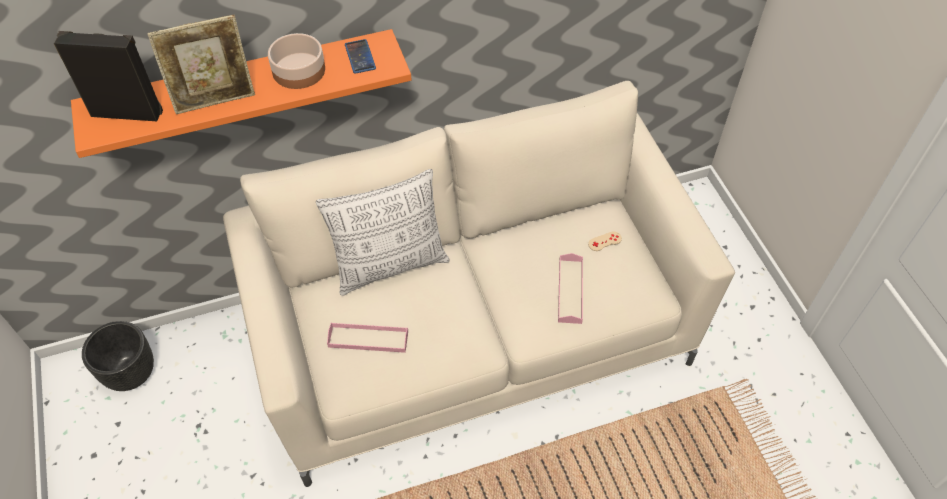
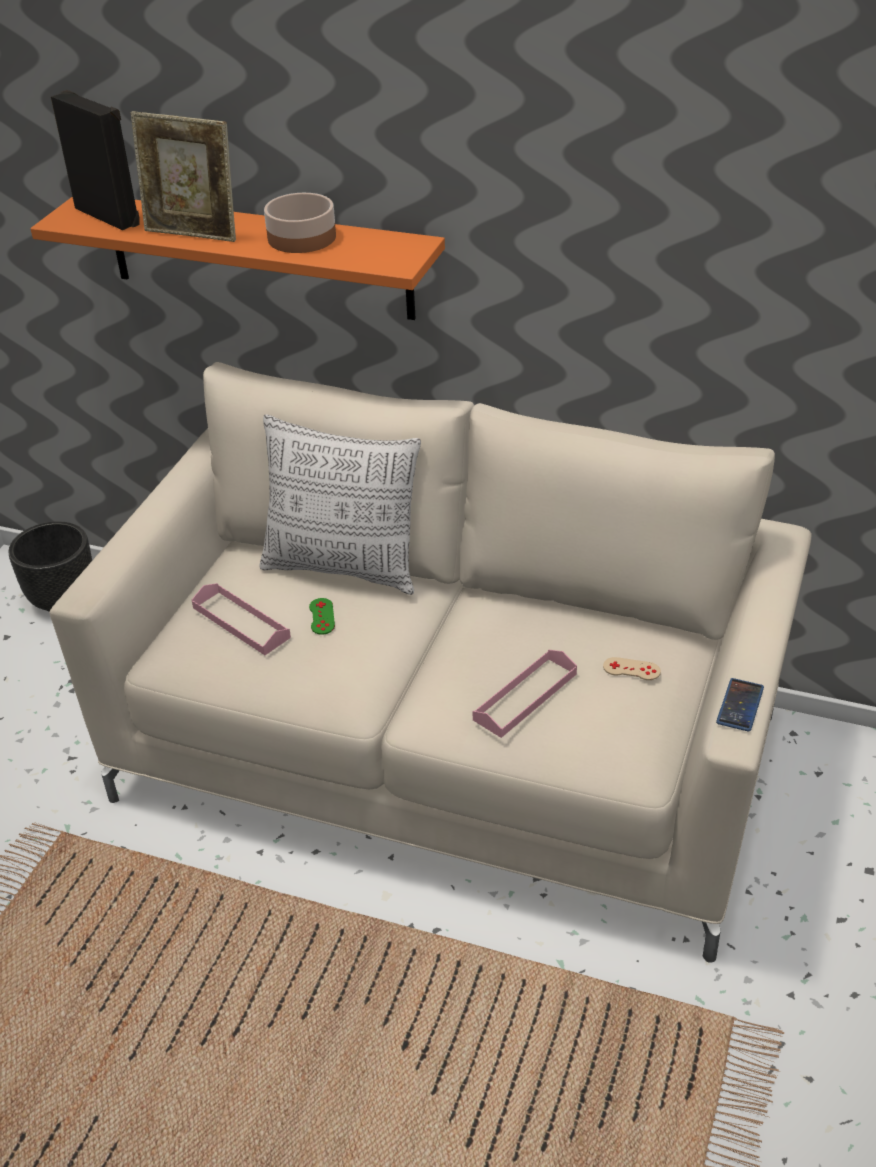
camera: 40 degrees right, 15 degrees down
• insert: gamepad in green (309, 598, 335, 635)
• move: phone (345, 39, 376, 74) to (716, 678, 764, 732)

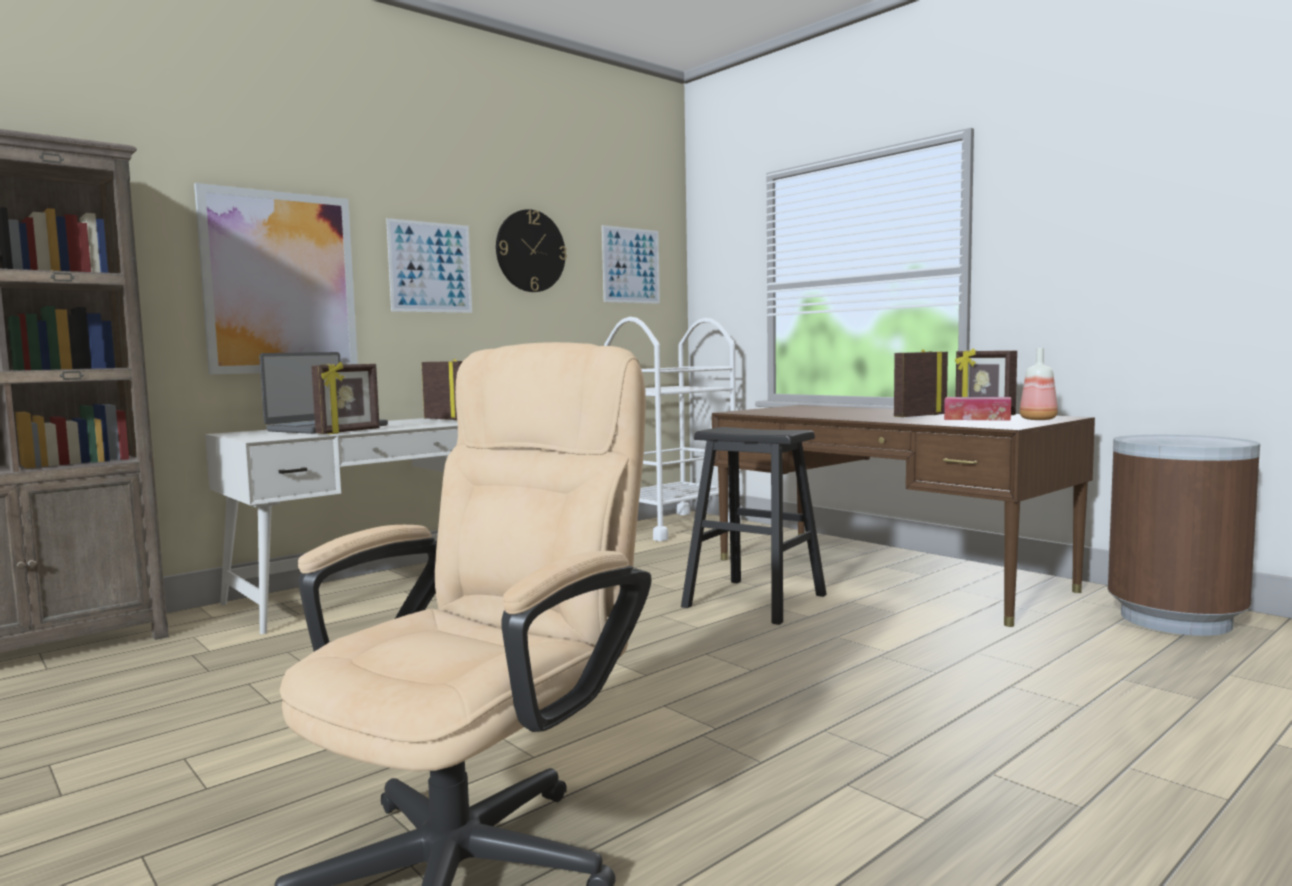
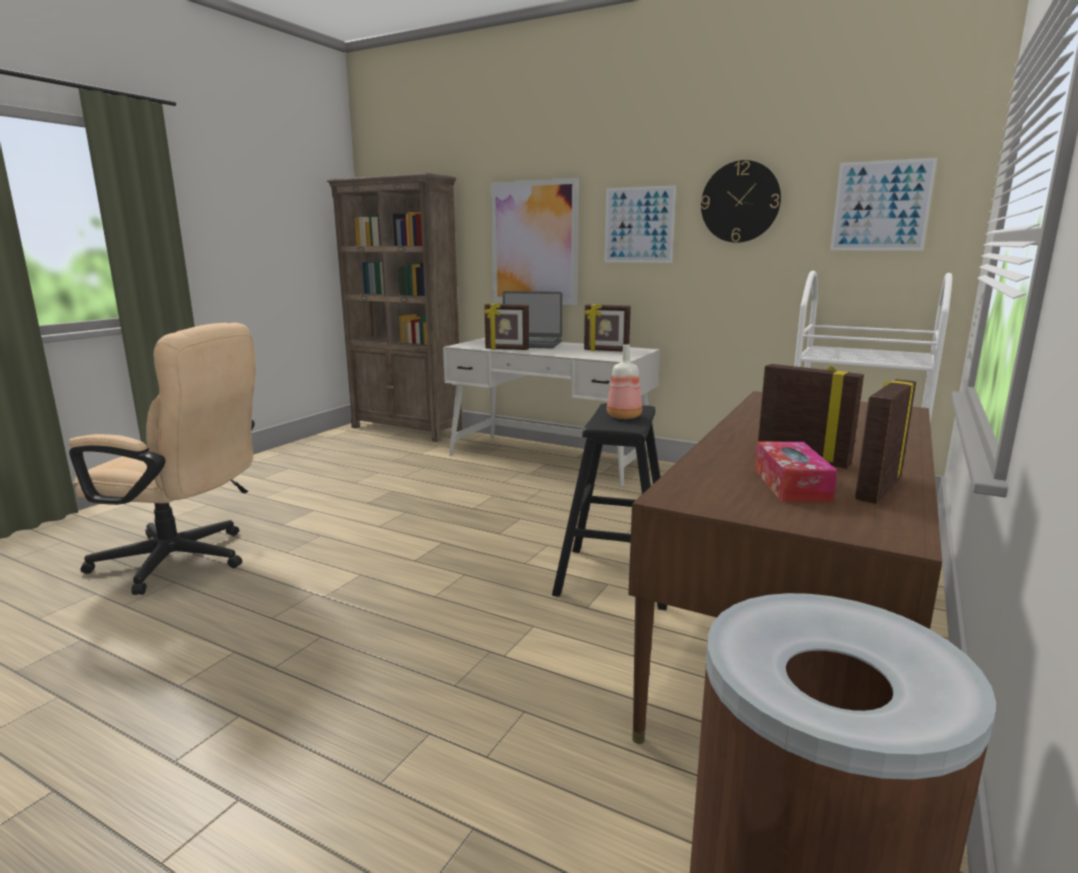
camera: 70 degrees right, 10 degrees up
• move: bottle (1020, 348, 1058, 420) to (607, 344, 642, 419)
• rotate: standing frame (421, 359, 463, 420) = (584, 304, 631, 351) 90 degrees clockwise

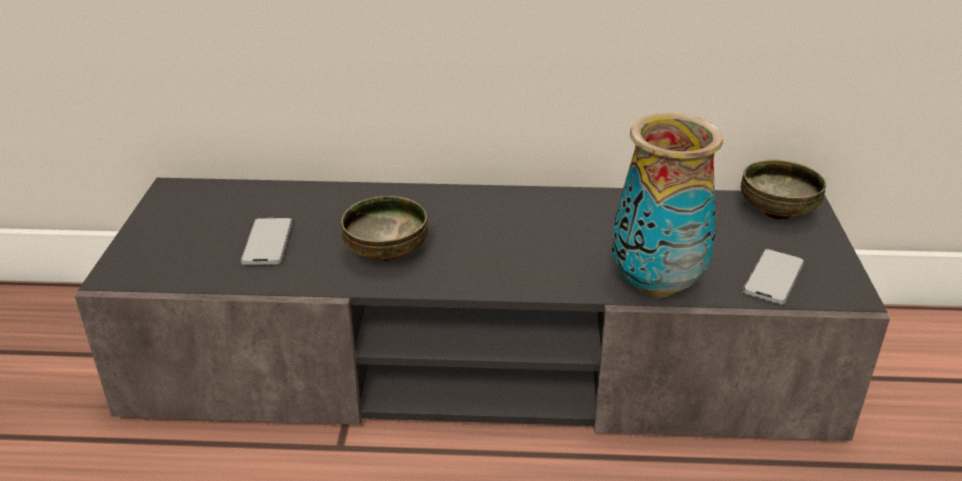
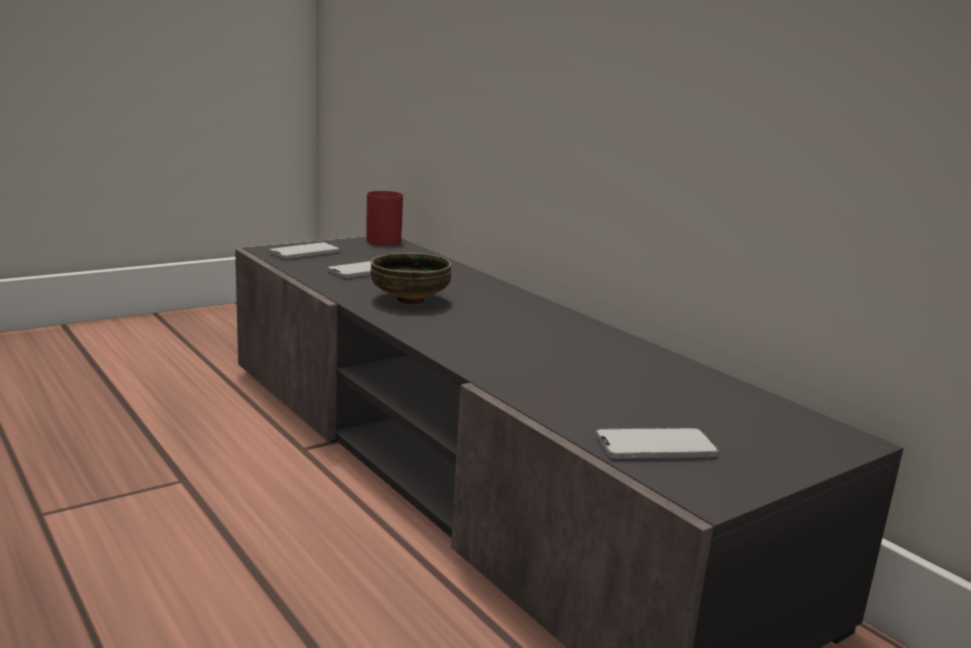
camera: 50 degrees right, 15 degrees down
• delete: flower vase (612, 113, 723, 298)
• delete: bowl (741, 160, 826, 219)
• insert: phone (269, 242, 340, 259)
• insert: tea mug in reddish (366, 191, 403, 246)

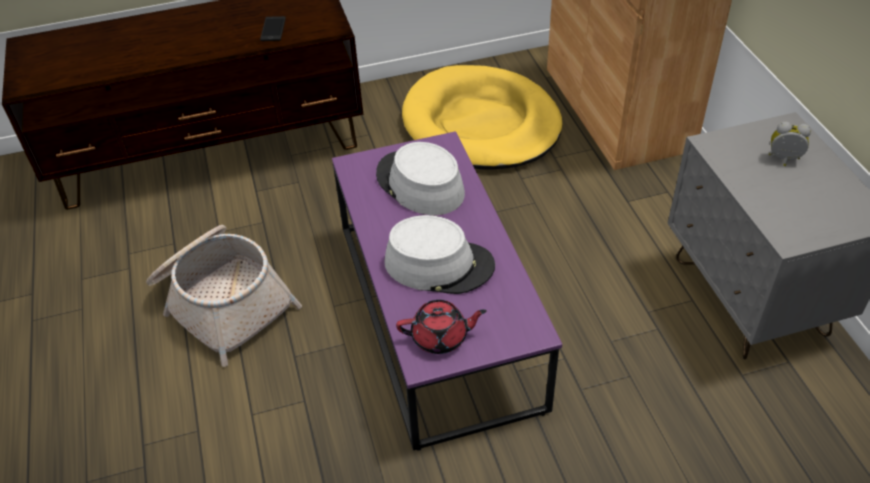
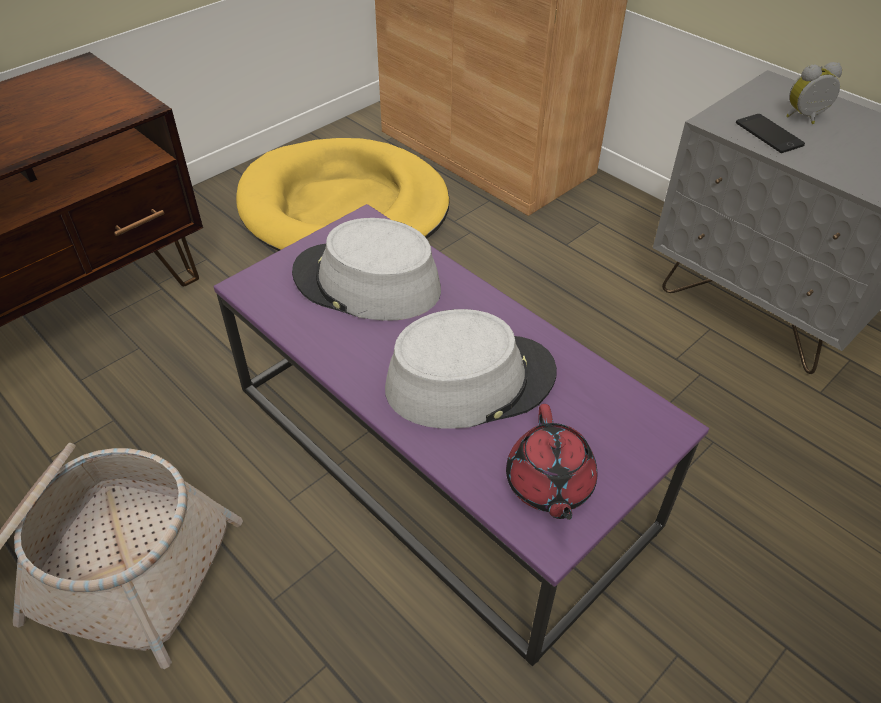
camera: 30 degrees left, 0 degrees up
• move: phone (260, 16, 286, 41) to (736, 114, 805, 153)
• rotate: teapot in reddish (396, 300, 487, 354) = (506, 404, 597, 520) 120 degrees clockwise

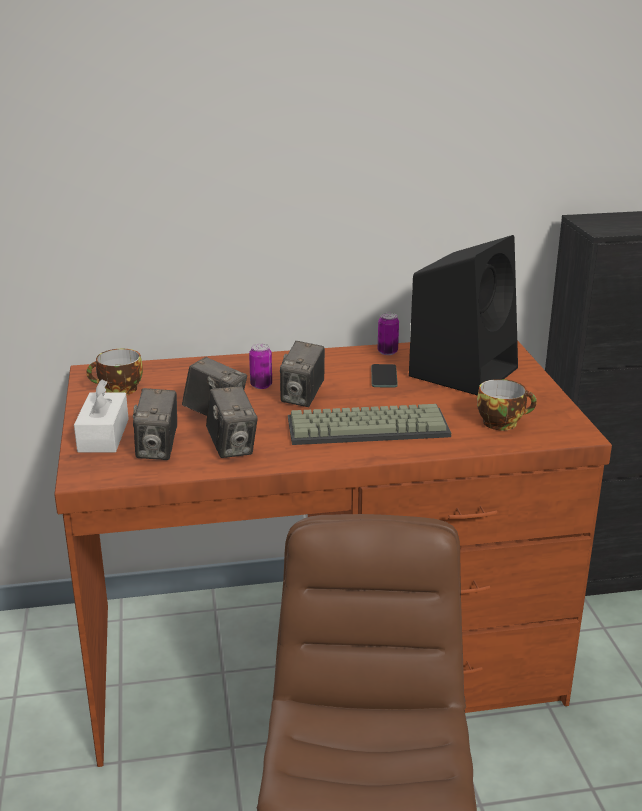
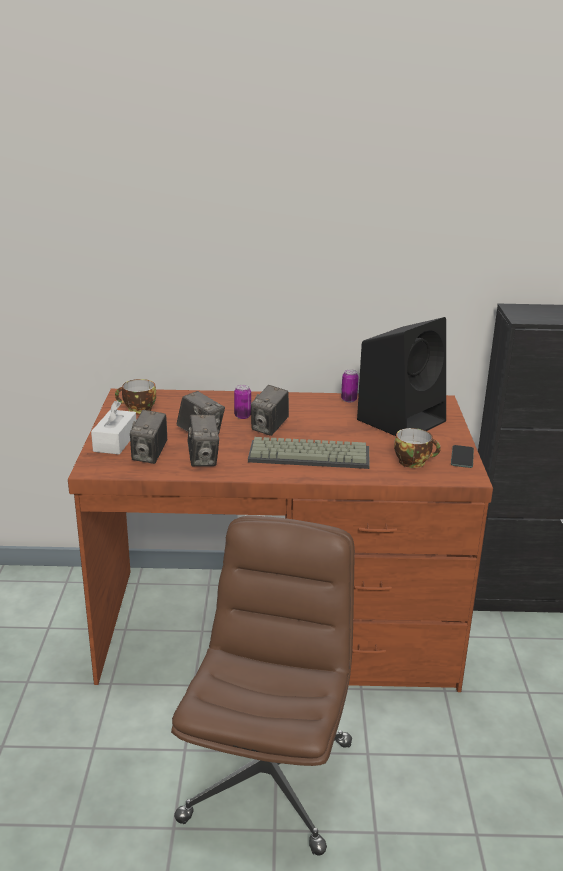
camera: 10 degrees right, 0 degrees up
• move: phone (371, 364, 398, 388) to (451, 445, 474, 468)

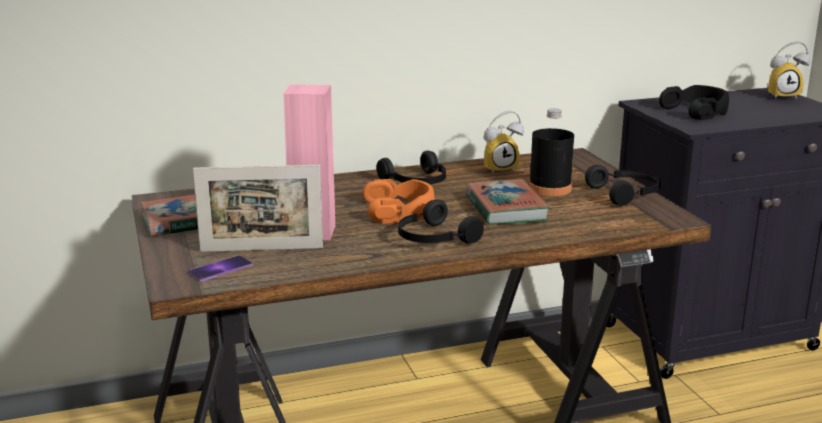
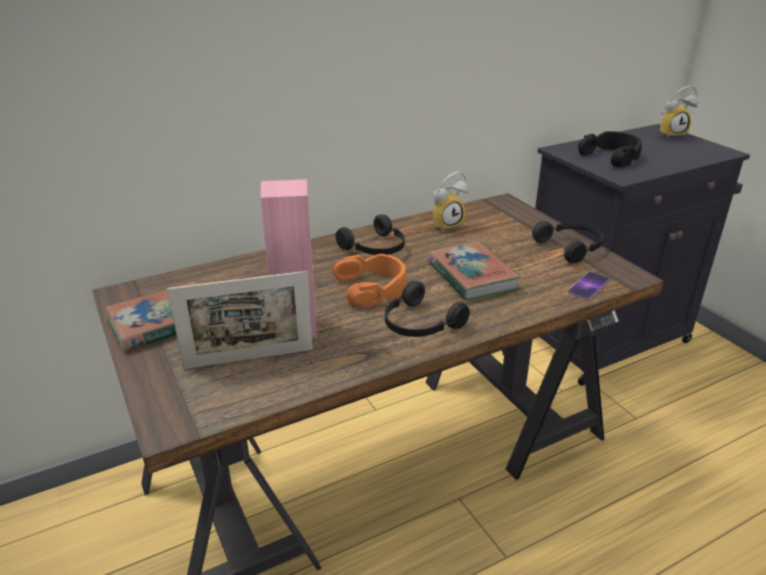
camera: 10 degrees left, 10 degrees up
• delete: bottle in blackish (529, 108, 574, 196)
• move: phone (188, 255, 253, 281) to (568, 272, 610, 300)

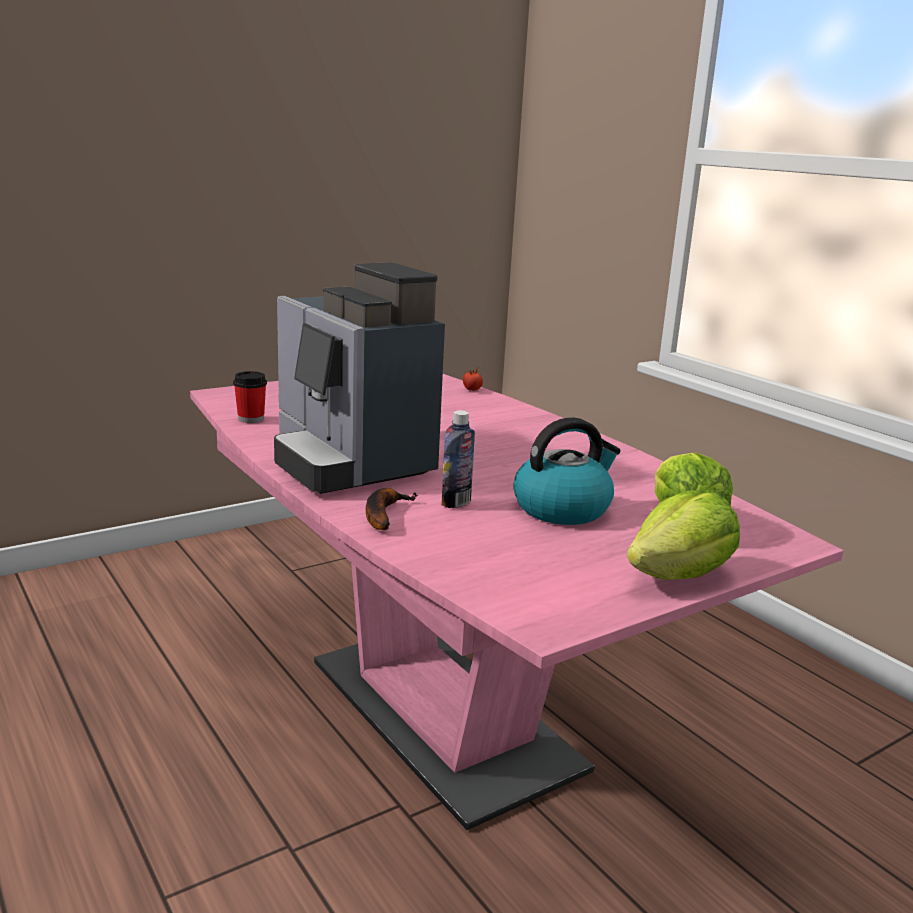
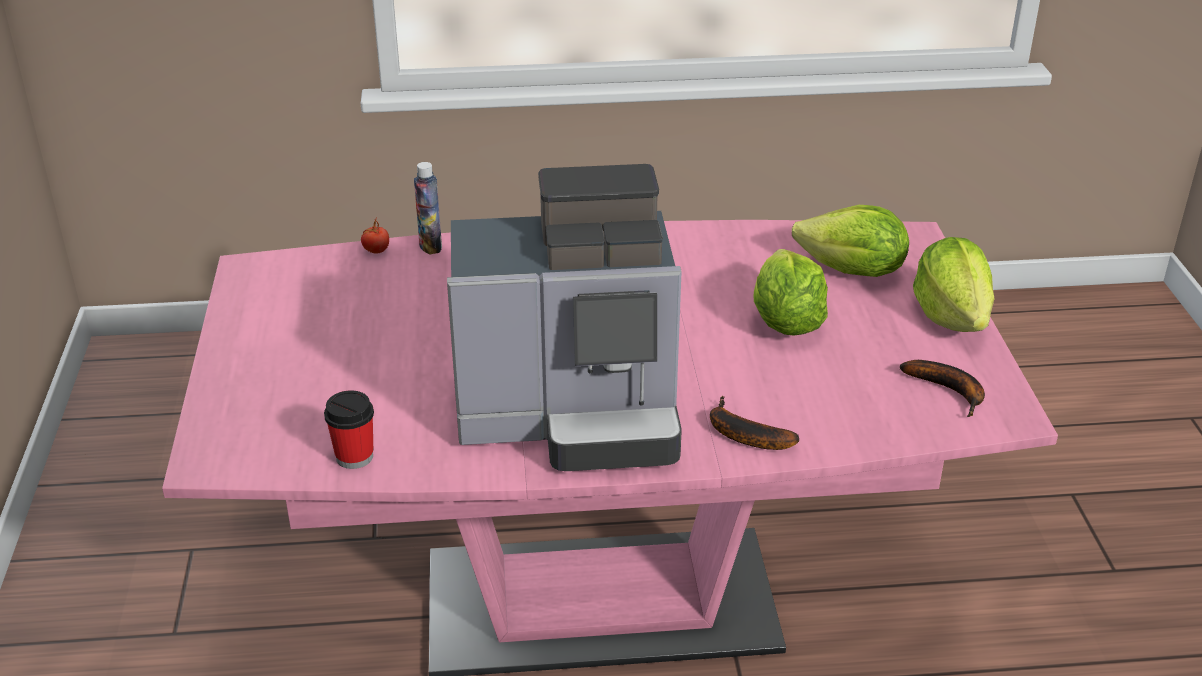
camera: 60 degrees left, 15 degrees up
• insert: banana fruit (900, 360, 985, 417)
• move: bottle (441, 410, 475, 508) to (414, 162, 442, 254)
• replace: kettle (513, 417, 621, 525) to head of lettuce (754, 249, 828, 336)

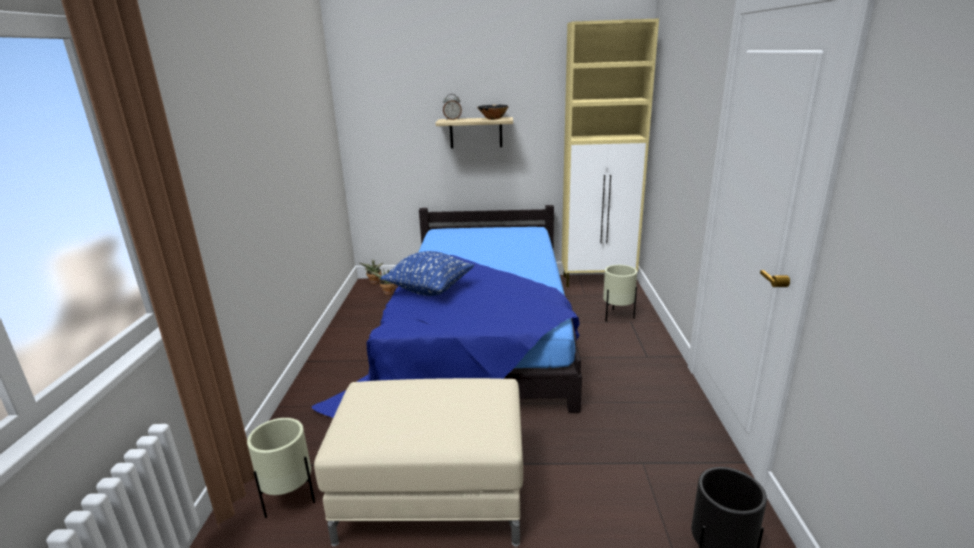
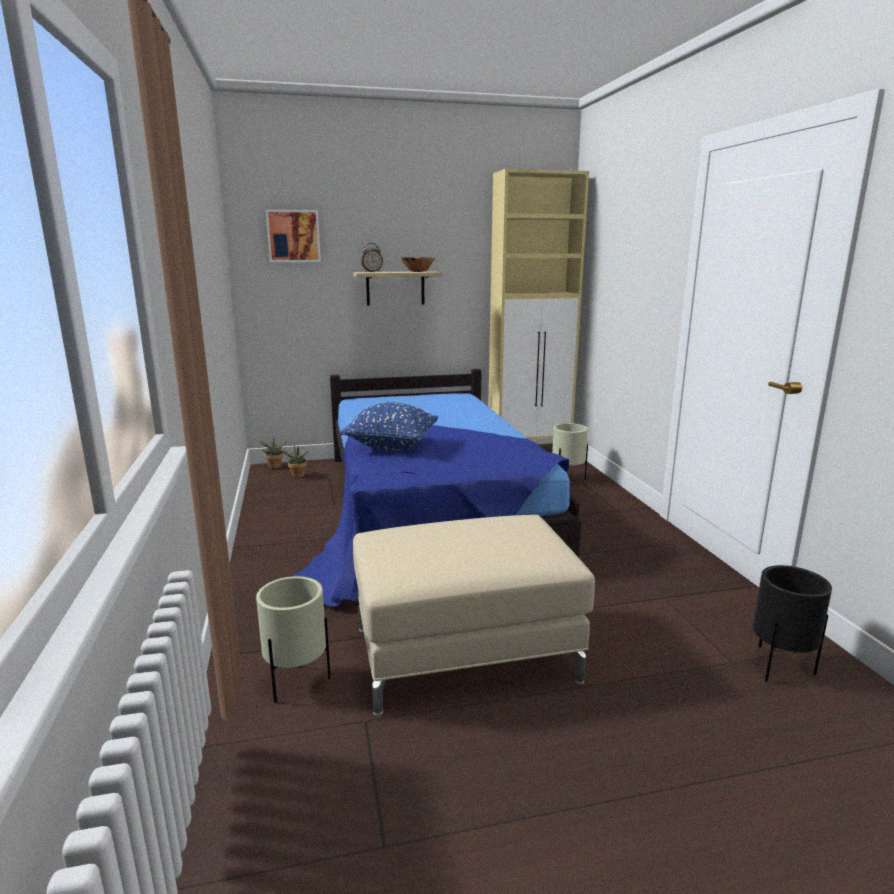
camera: 15 degrees left, 5 degrees down
• insert: wall art (266, 209, 321, 262)

